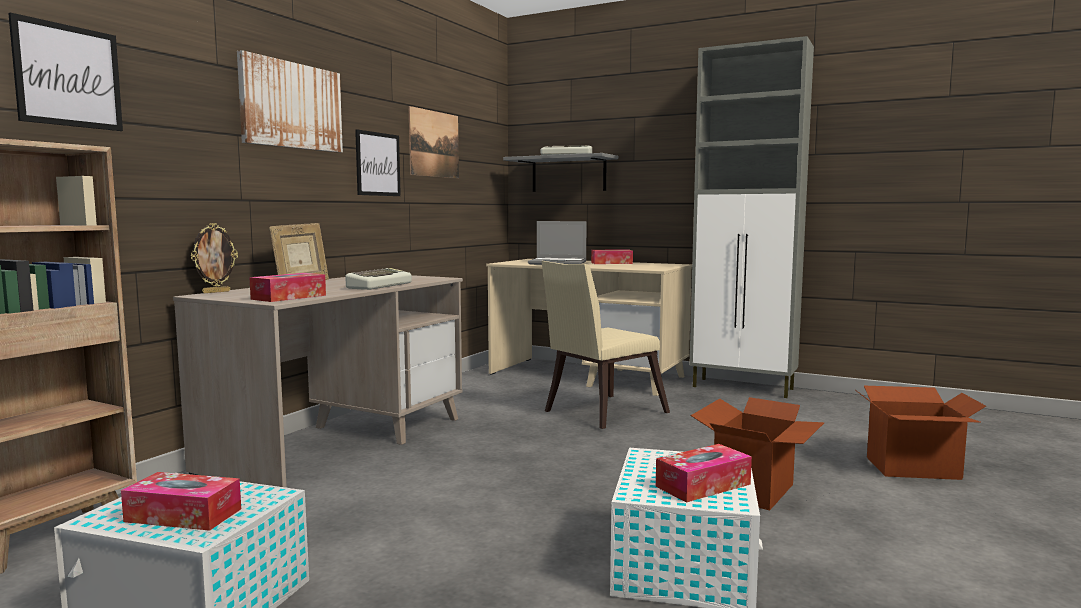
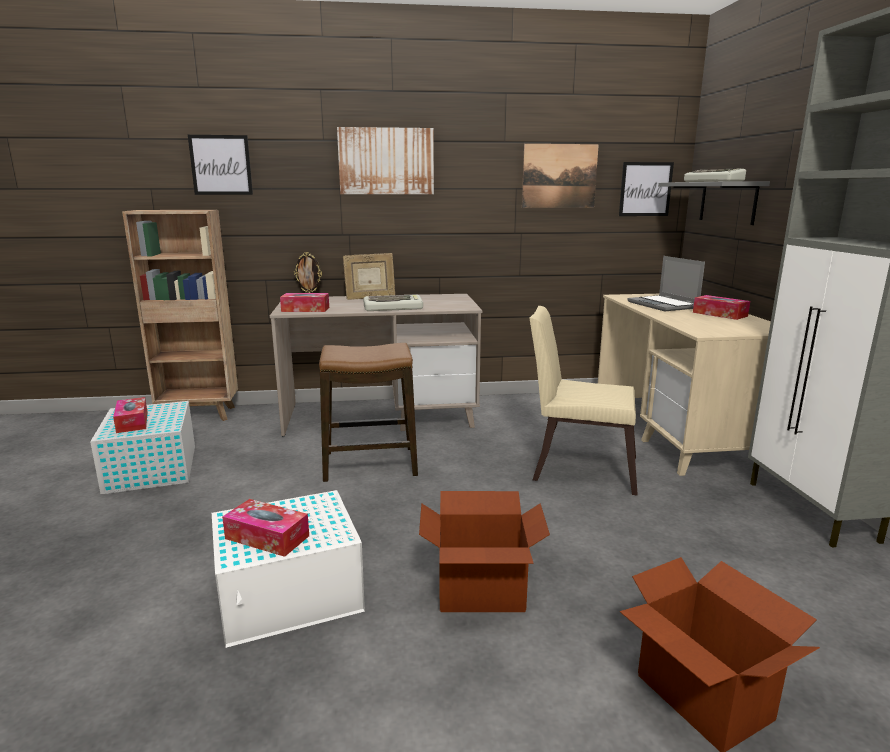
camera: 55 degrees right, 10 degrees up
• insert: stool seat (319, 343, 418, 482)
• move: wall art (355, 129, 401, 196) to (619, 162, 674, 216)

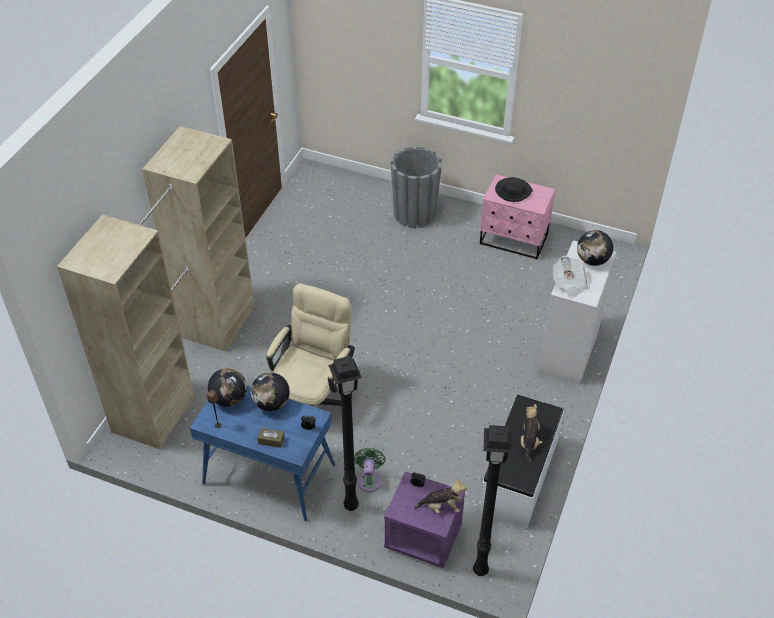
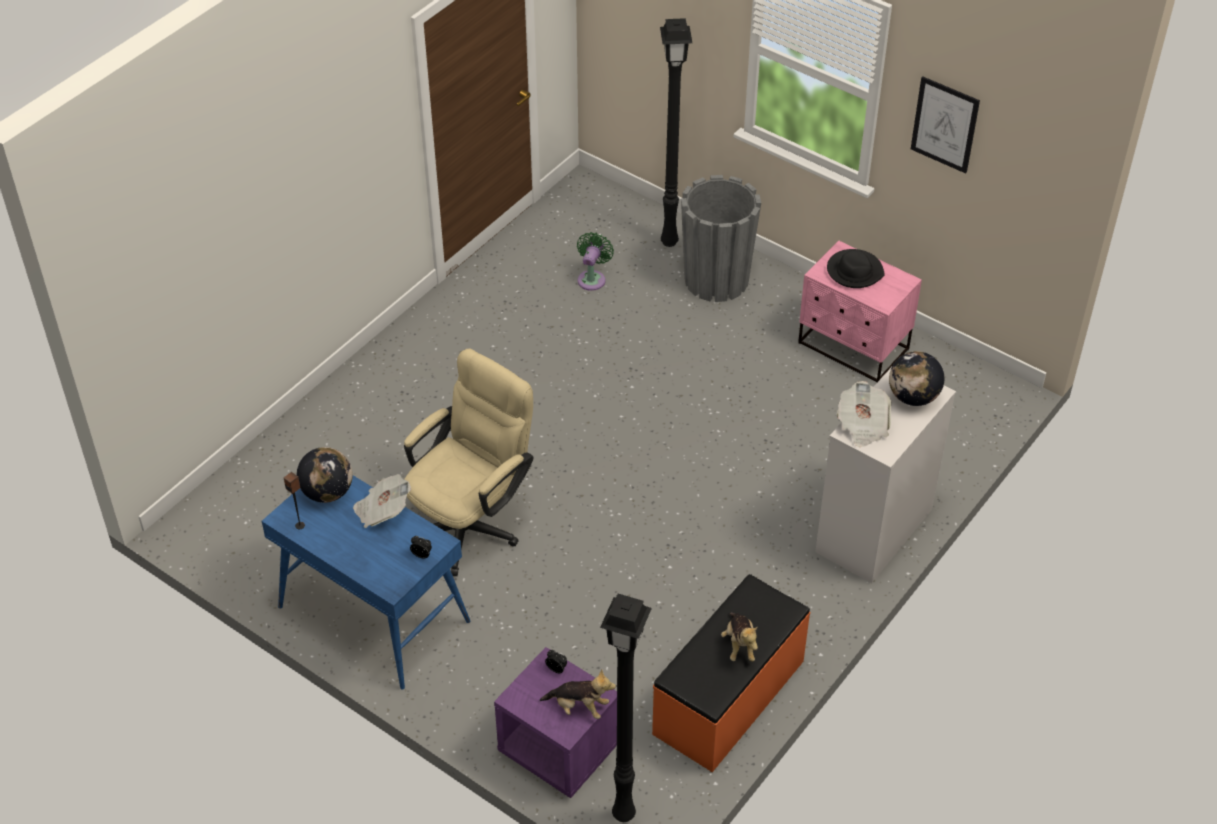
camera: 15 degrees right, 0 degrees up
• delete: wardrobe in beige-coloured (57, 126, 255, 449)
• delete: tissue holder in brownish (257, 428, 285, 448)
• insert: wall art (911, 76, 980, 173)
• move: standing lamp in blackish (328, 356, 362, 511) to (660, 18, 692, 247)
• move: electric fan in green (354, 448, 385, 492) to (577, 232, 614, 291)
• replace: world globe (251, 372, 290, 411) to newspaper (353, 474, 411, 528)
• recolor: bench in white (480, 395, 564, 529) to bench in orangey (652, 574, 810, 772)
• rotate: cuddly toy (521, 404, 542, 464) = (721, 612, 758, 662) 150 degrees clockwise

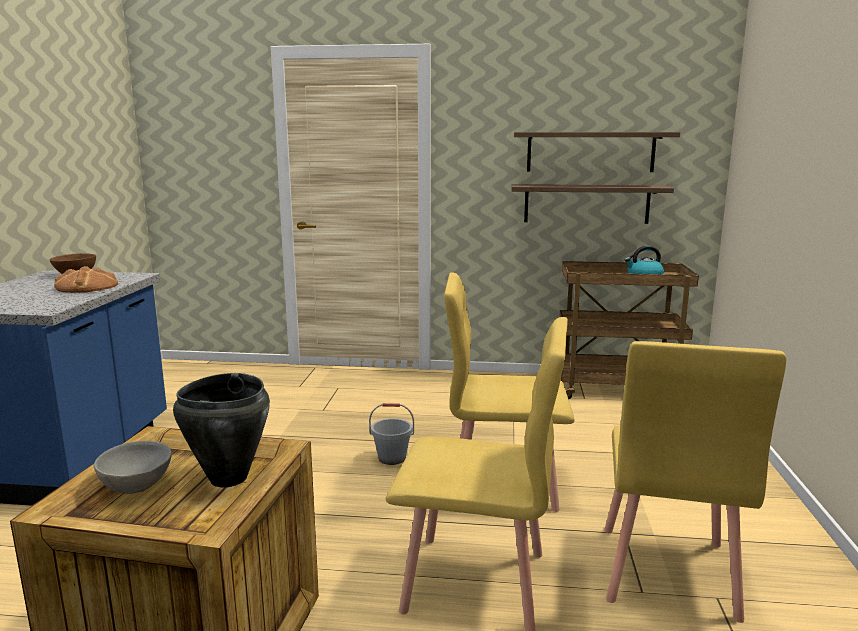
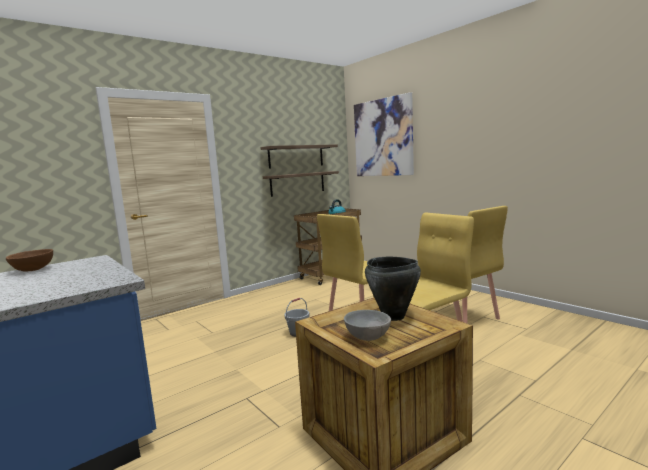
camera: 45 degrees left, 5 degrees down
• delete: baked bread (54, 266, 118, 293)
• insert: wall art (354, 92, 414, 176)

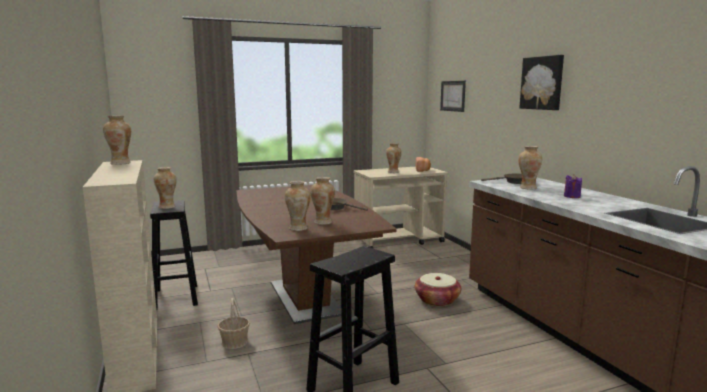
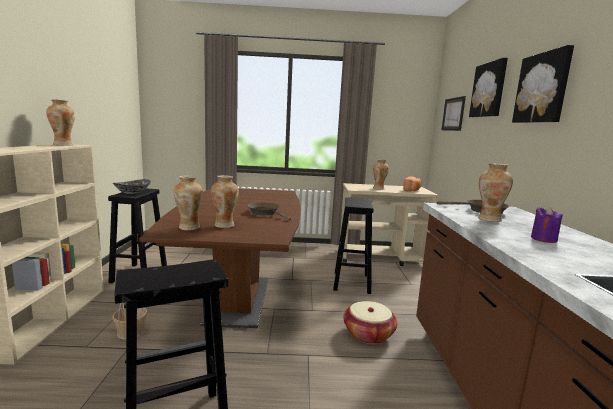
camera: 20 degrees right, 0 degrees up
• insert: stool seat in blackish (333, 197, 374, 294)
• insert: wall art (469, 58, 508, 117)
• replace: flower vase (154, 167, 176, 209) to bowl (113, 179, 151, 194)

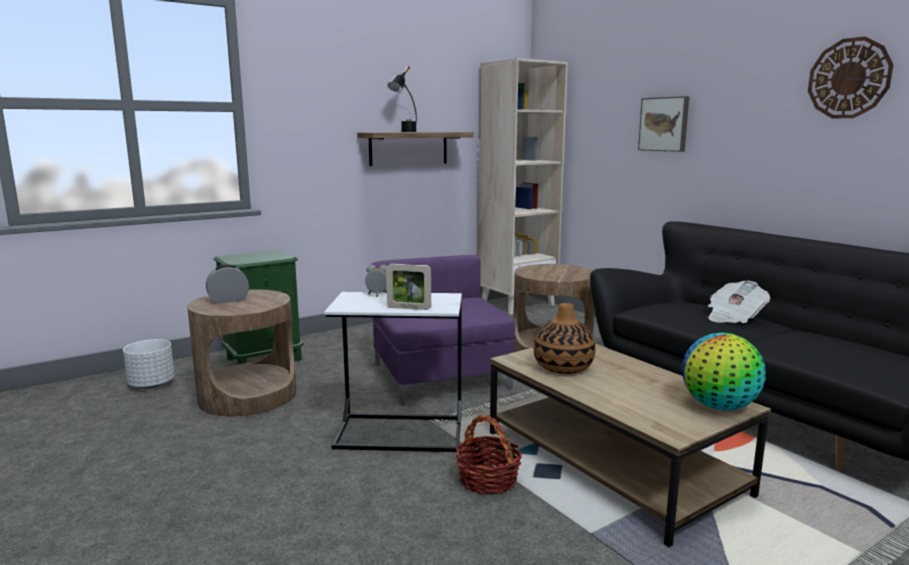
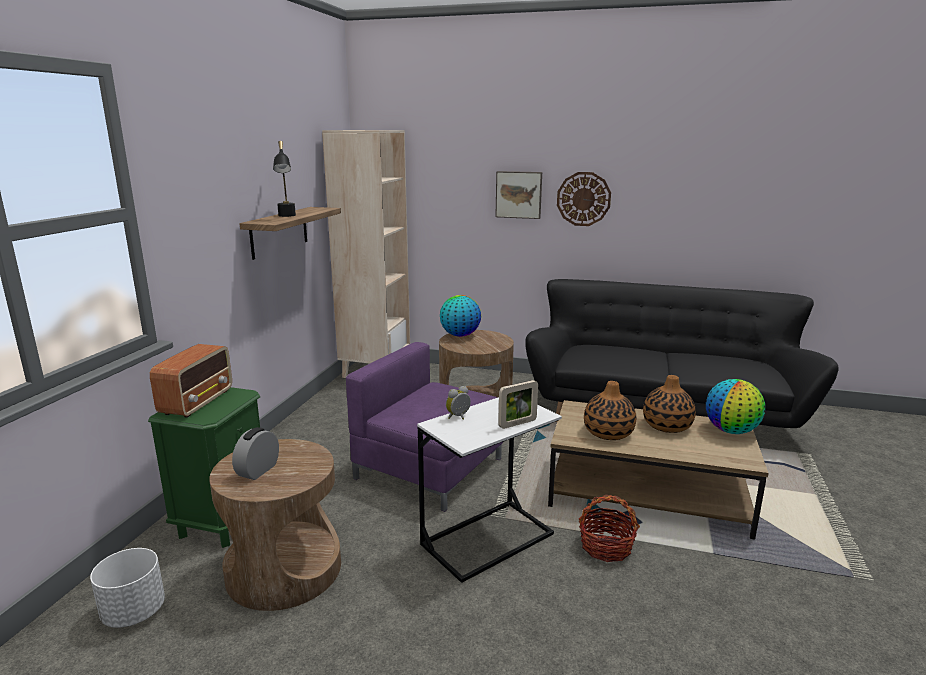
camera: 40 degrees left, 5 degrees up
• delete: newspaper (708, 281, 770, 323)
• insert: radio receiver (150, 344, 232, 418)
• insert: world globe (440, 295, 481, 337)
• insert: flower vase (643, 375, 696, 433)
• move: hanging clock (808, 36, 894, 118) to (557, 172, 611, 226)

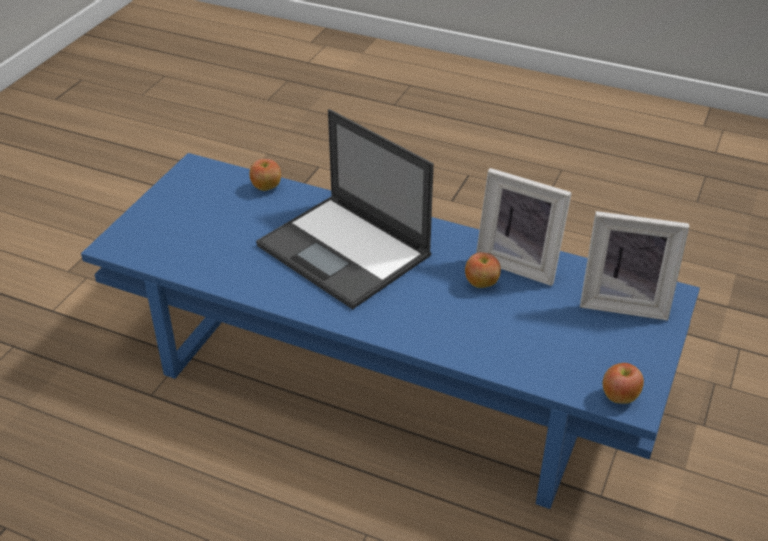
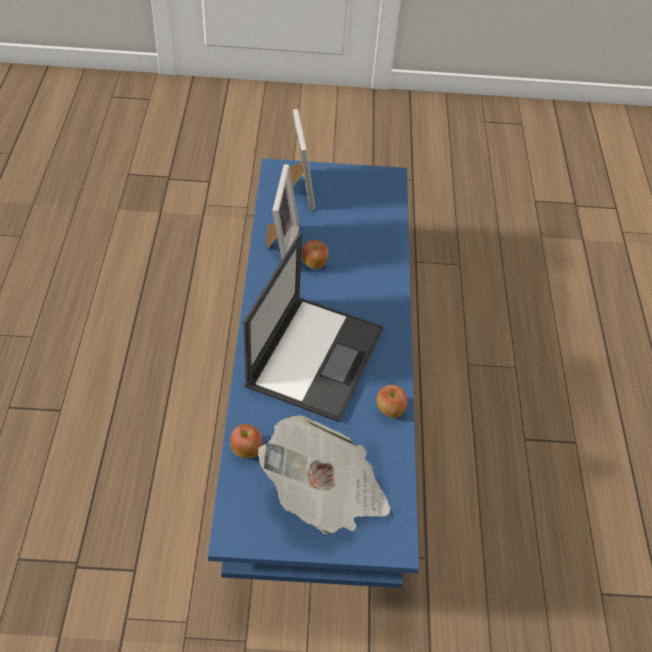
camera: 115 degrees left, 10 degrees up
• insert: newspaper (258, 415, 391, 535)
• move: apple (603, 363, 644, 404) to (377, 385, 408, 418)

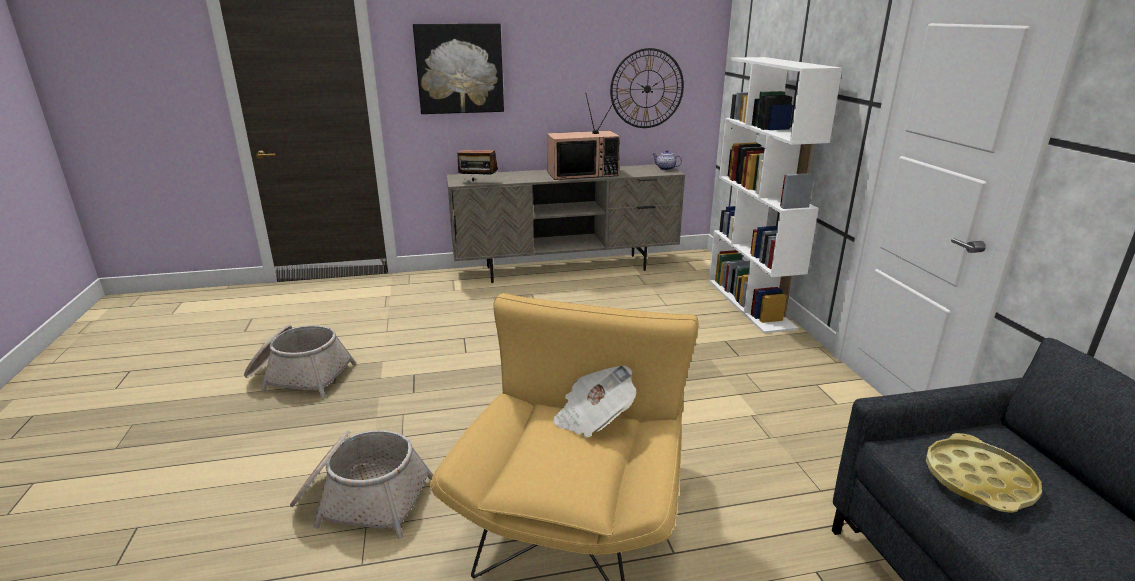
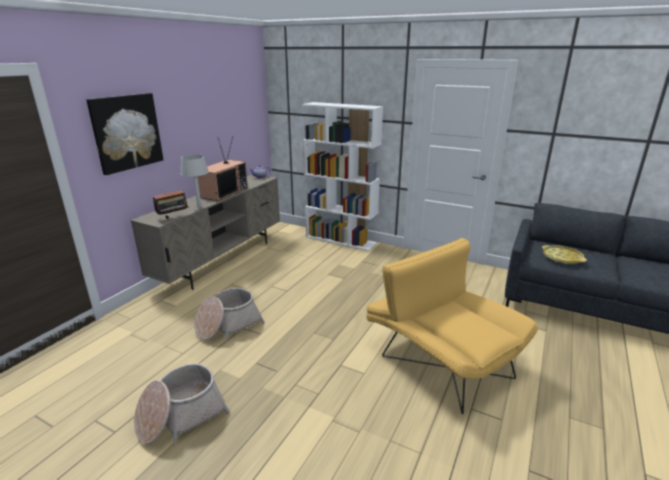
camera: 50 degrees left, 0 degrees up
• delete: newspaper (553, 366, 636, 438)
• delete: hanging clock (610, 48, 684, 128)
• insert: tabletop lamp in grey (180, 154, 209, 207)
• move: storage basket (290, 430, 433, 539) to (194, 288, 265, 340)

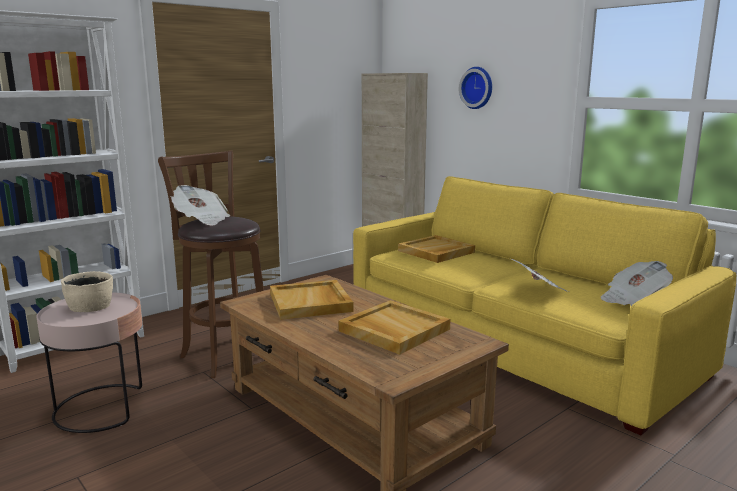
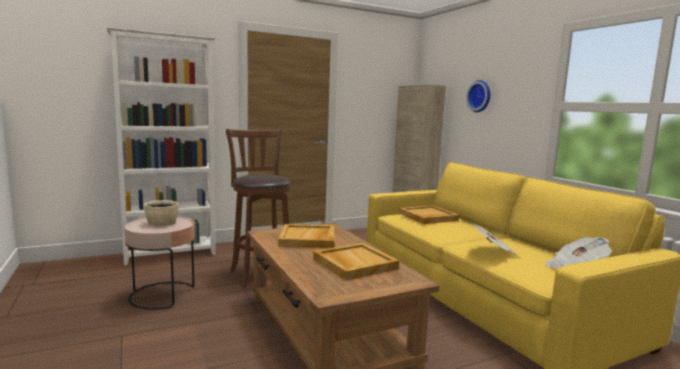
camera: 15 degrees right, 5 degrees down
• delete: newspaper (170, 185, 230, 226)

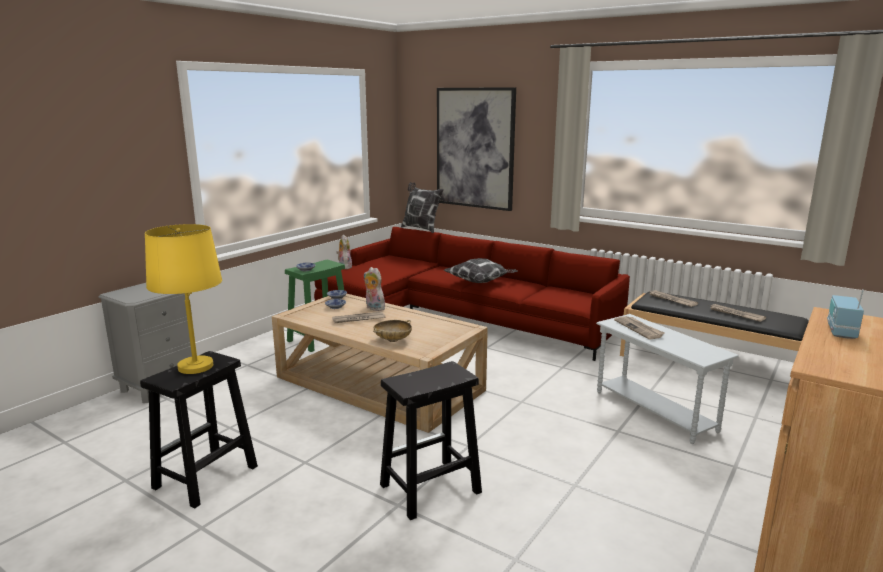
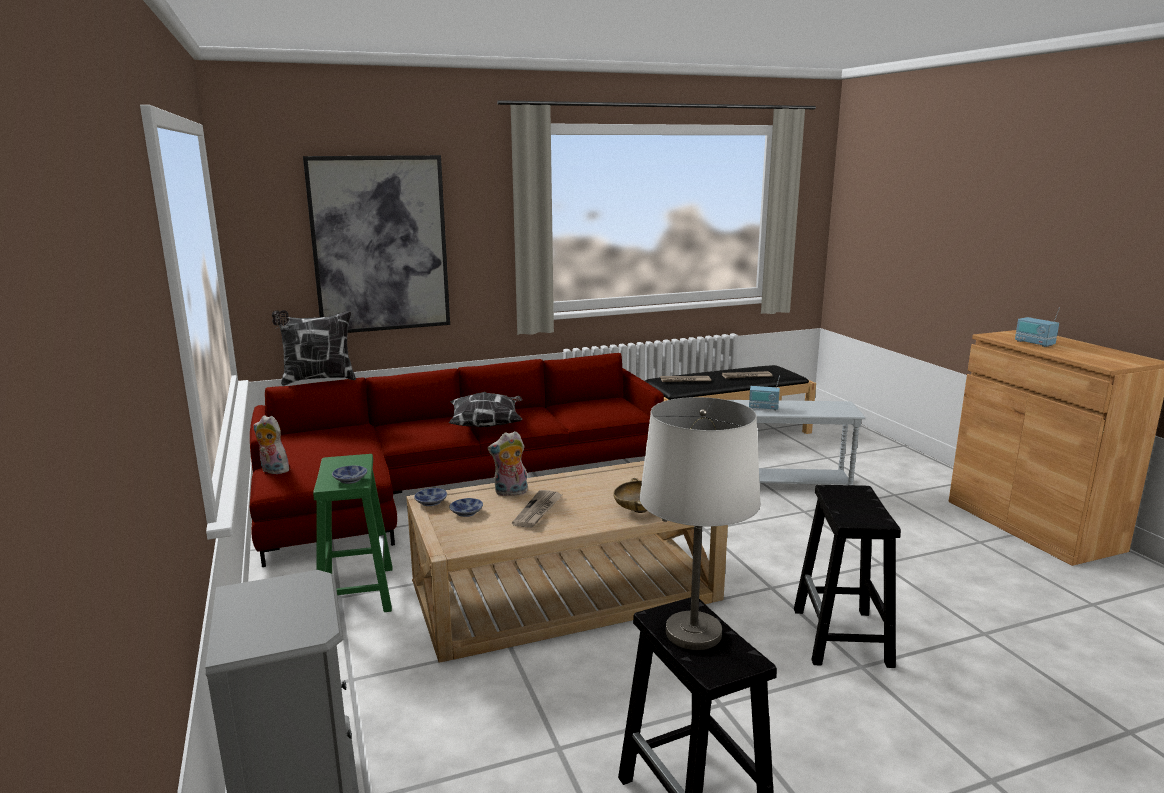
camera: 55 degrees left, 0 degrees up
• replace: newspaper (614, 316, 665, 339) to radio receiver (749, 375, 780, 410)
• recolor: tabletop lamp in yellow (145, 224, 222, 374) to tabletop lamp in white (639, 397, 761, 650)

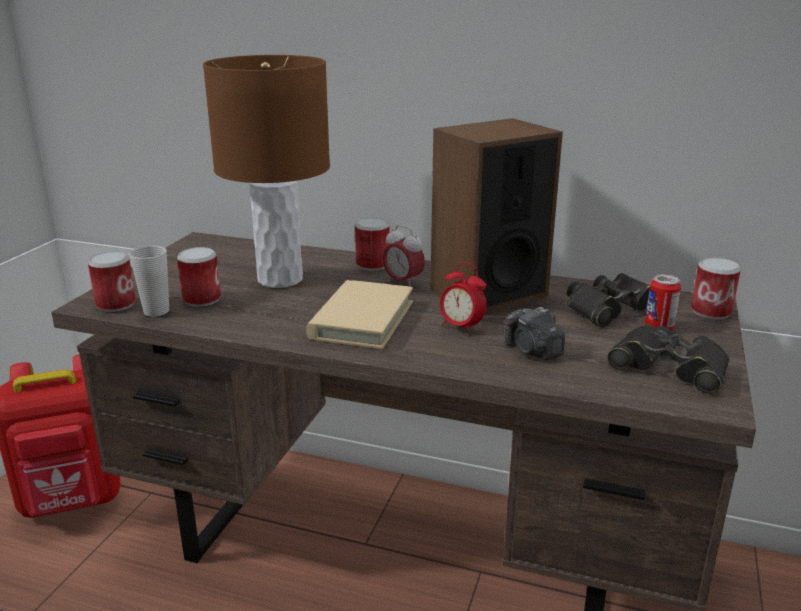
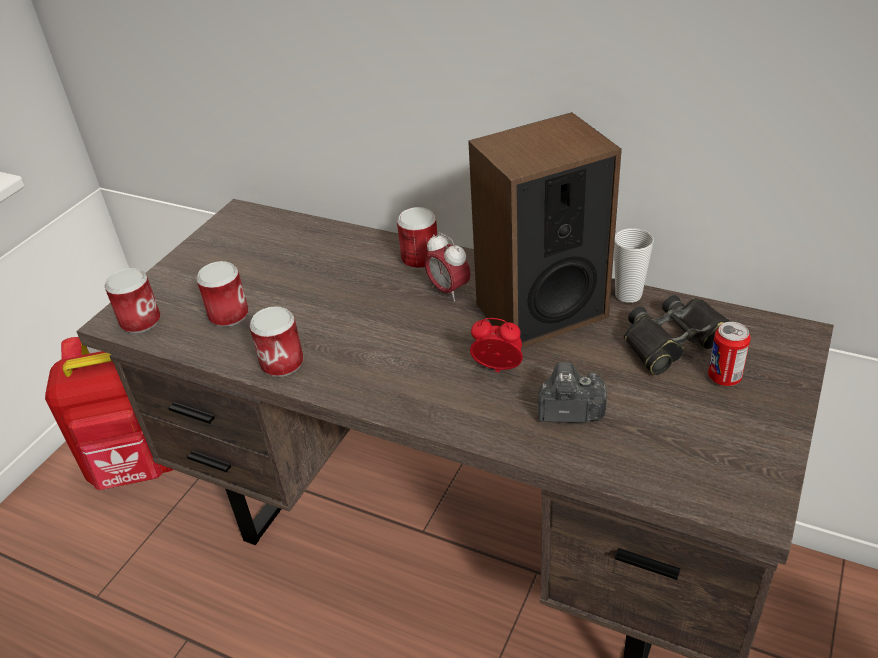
camera: 10 degrees right, 15 degrees up
• delete: tabletop lamp in brownish (203, 55, 330, 288)
• delete: volume in beige-coloured (306, 280, 413, 349)
• delete: pair of binoculars in blackish (607, 324, 730, 394)
• move: cup (129, 246, 169, 317) to (614, 228, 654, 303)
• move: can (691, 257, 741, 319) to (249, 306, 303, 377)
• rotate: alarm clock (440, 262, 486, 335) = (470, 318, 523, 372) 150 degrees clockwise
• rotate: photo camera (505, 307, 565, 360) = (537, 362, 607, 423) 120 degrees clockwise

